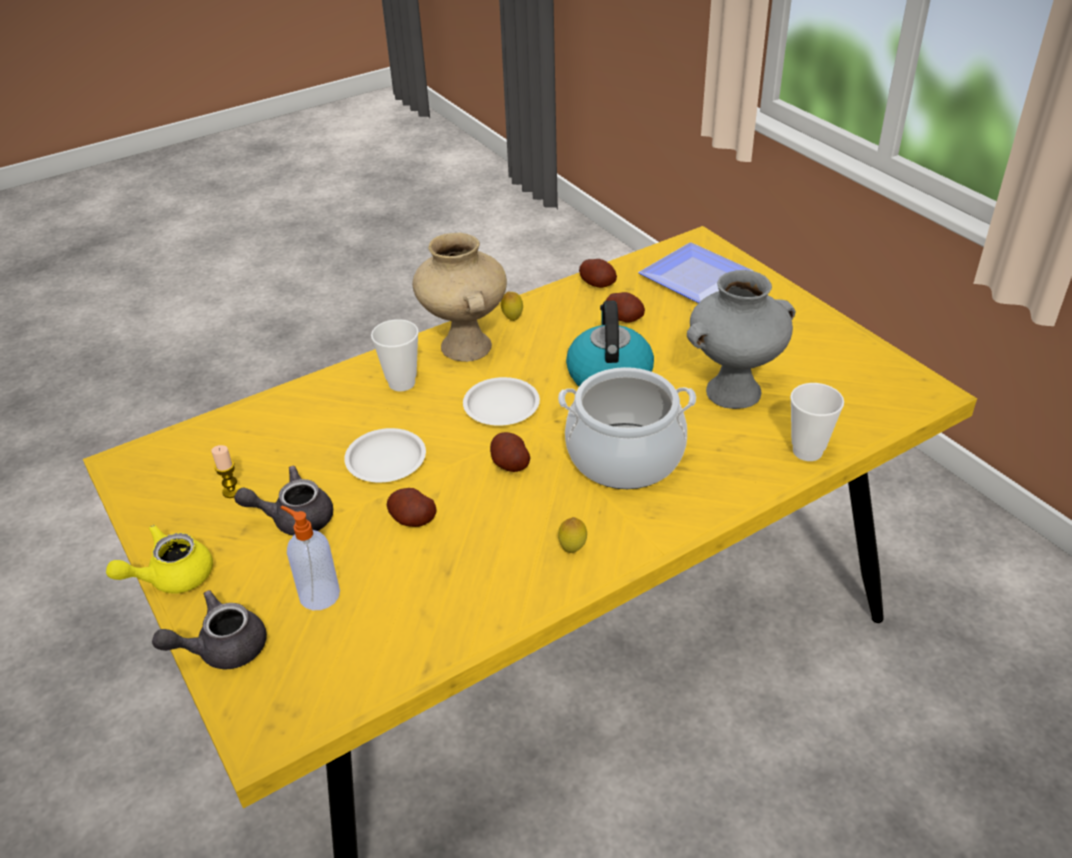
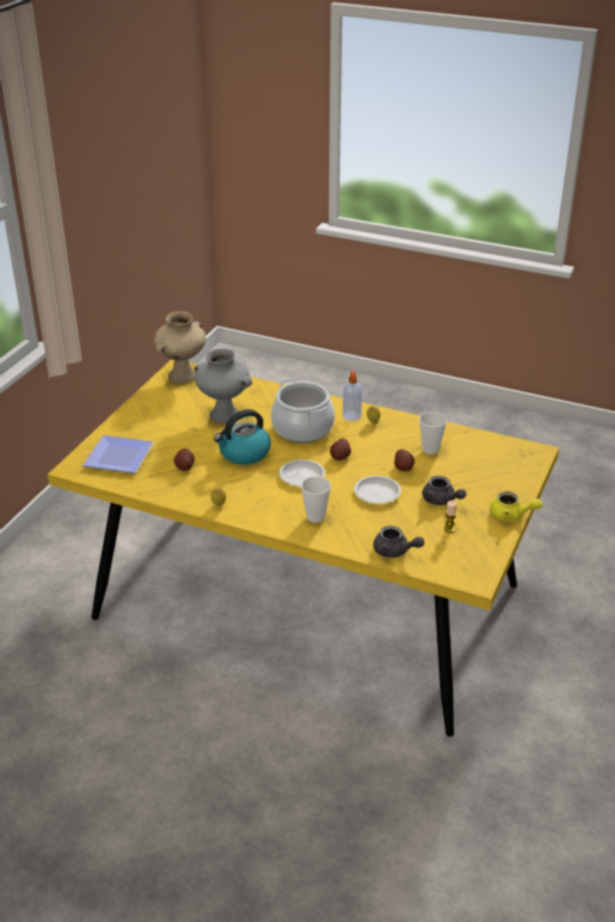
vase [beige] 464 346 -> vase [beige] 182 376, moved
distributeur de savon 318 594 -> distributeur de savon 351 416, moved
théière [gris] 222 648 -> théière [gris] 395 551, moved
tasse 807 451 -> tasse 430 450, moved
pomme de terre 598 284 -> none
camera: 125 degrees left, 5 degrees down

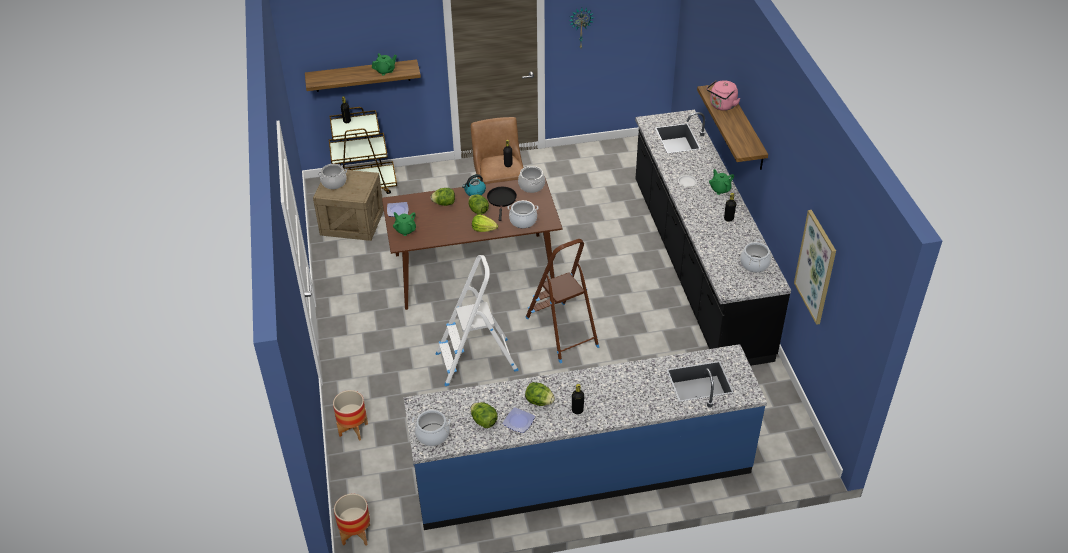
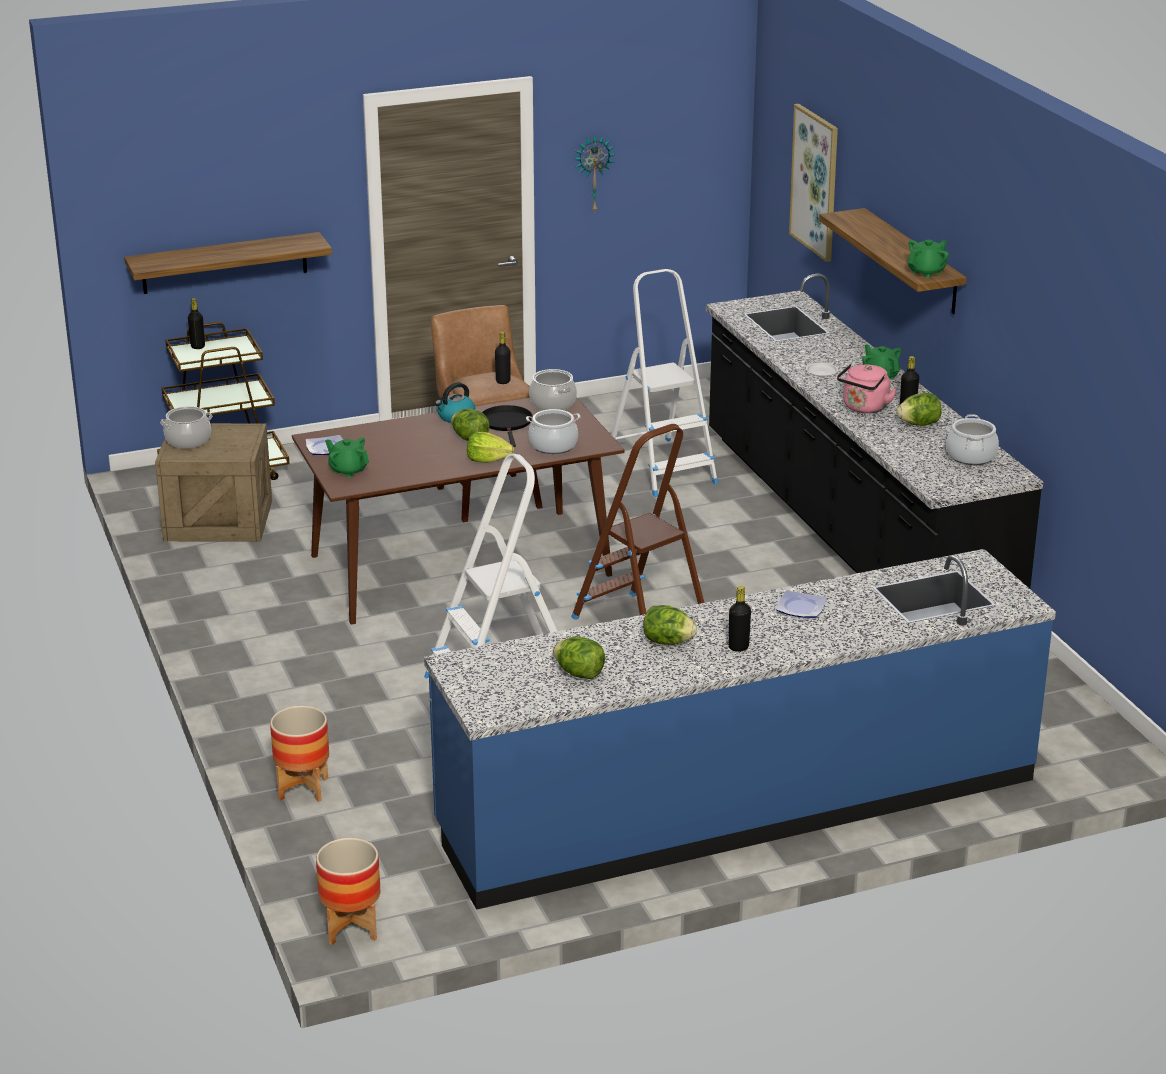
none -> escabeau [blanc] 662 467
assiette 518 422 -> assiette 800 608, moved
tableau 816 267 -> tableau 815 182, moved
bouilloire [rose] 722 106 -> bouilloire [rose] 864 408, moved
laitue 444 203 -> laitue 919 424, moved
théière [vert] 385 71 -> théière [vert] 926 272, moved
marmite 432 435 -> none
camera: 10 degrees left, 15 degrees down

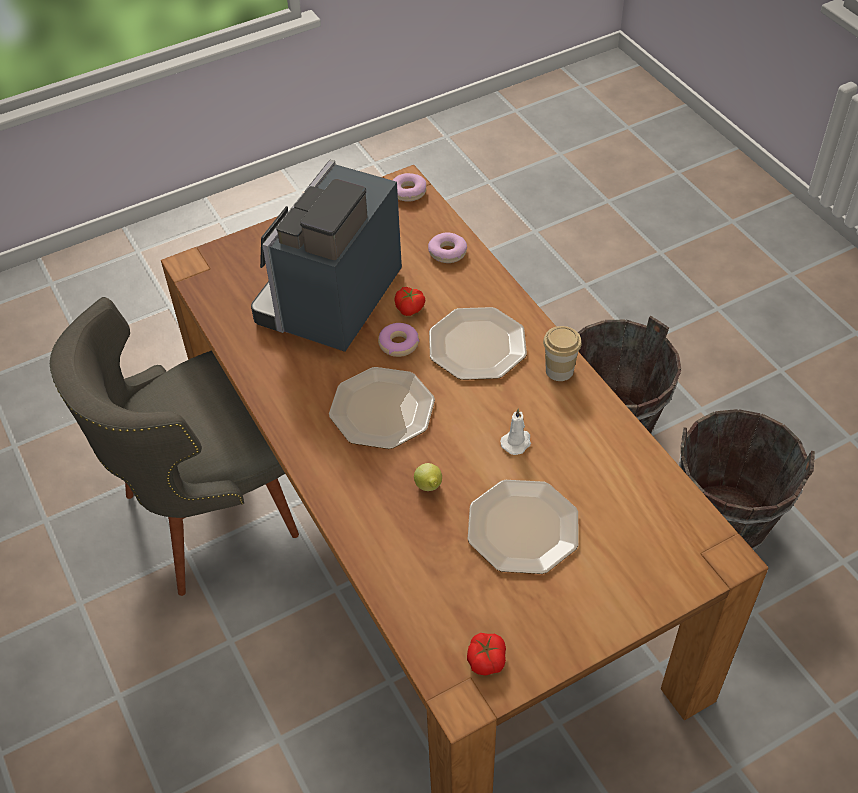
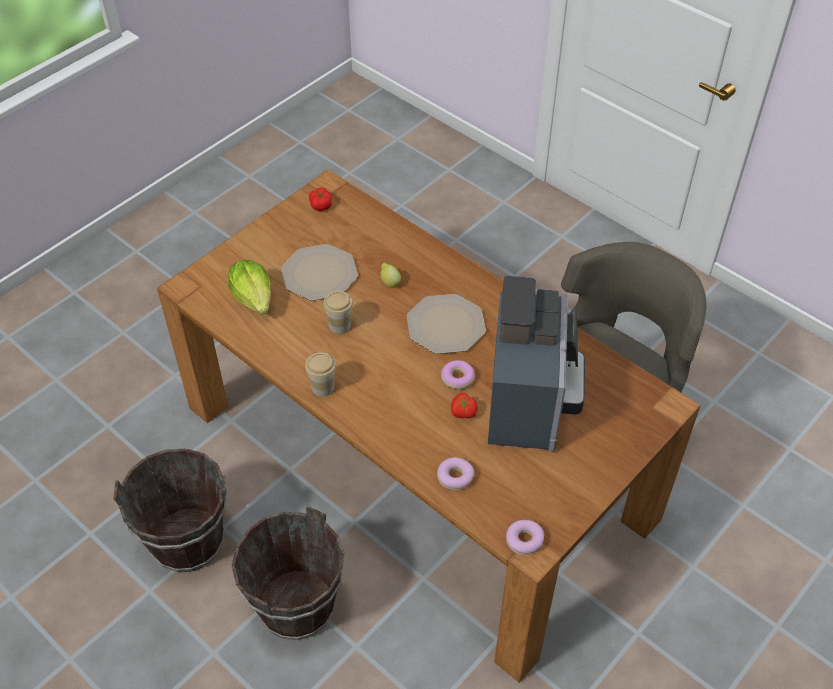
none -> laitue 254 298
bougie [blanc] 517 442 -> tasse 339 325
assiette 478 345 -> none
camera: 160 degrees right, 0 degrees up

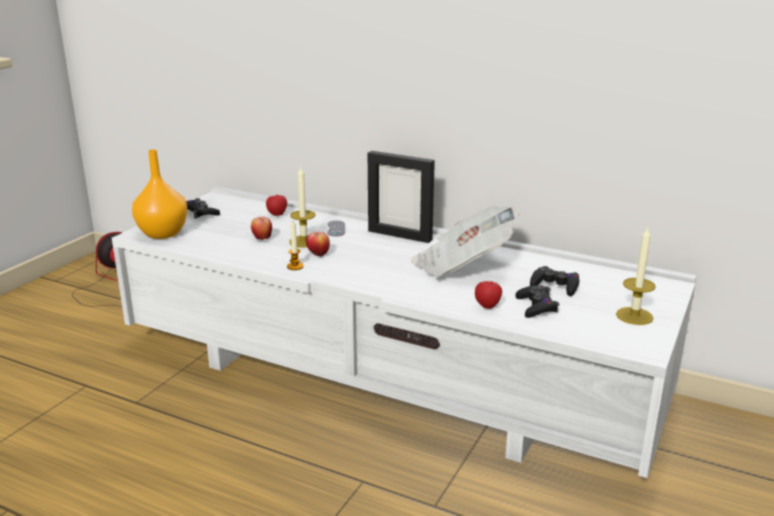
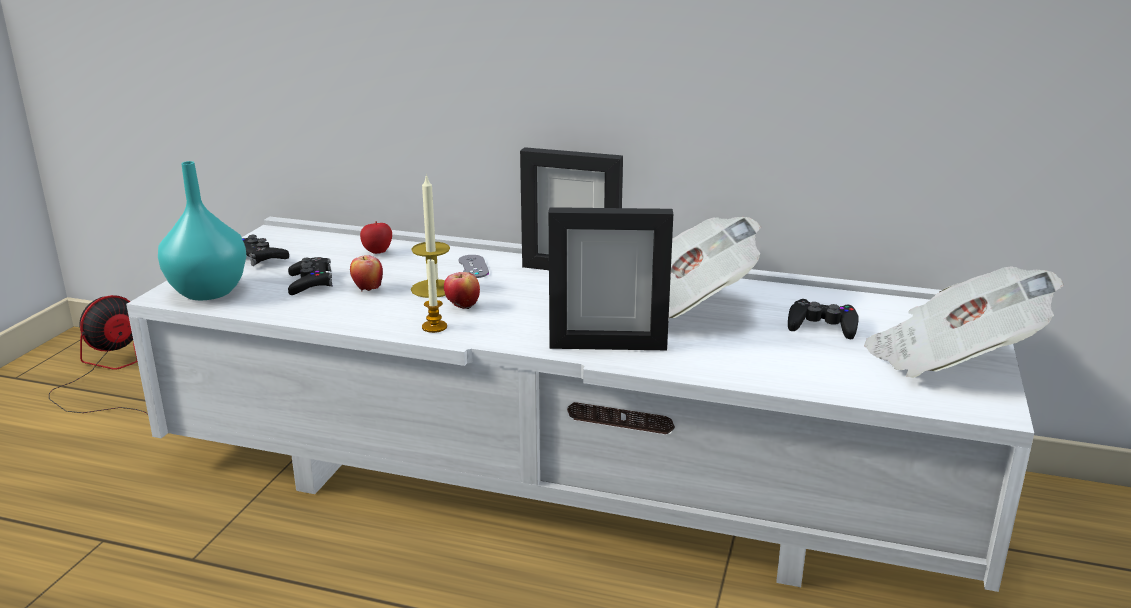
vase [orange] 163 234 -> vase [turquoise] 210 292
manette [noir] 536 306 -> manette [noir] 310 282, moved
none -> cadre photo 608 345
bougie 634 316 -> journal 951 360
pomme 487 306 -> none
camera: 10 degrees left, 0 degrees up

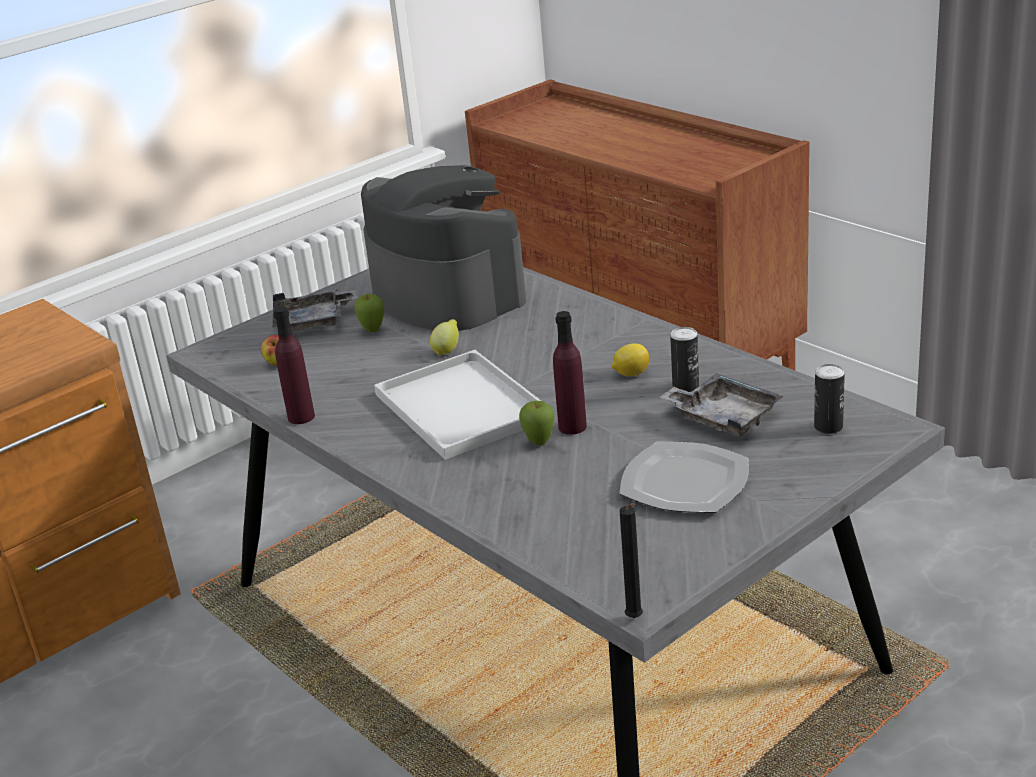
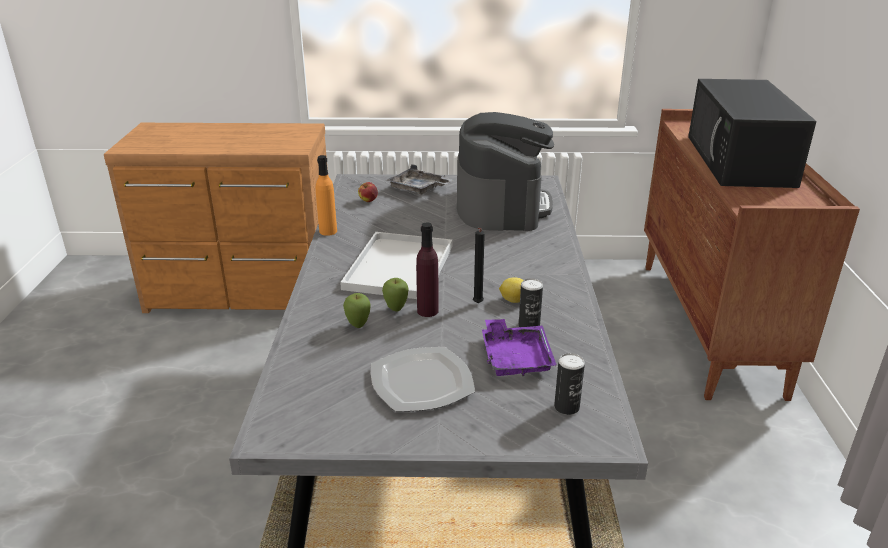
bouteille [violet] 301 417 -> bouteille [orange] 328 231
pomme 372 330 -> pomme 358 325, moved
bougie [noir] 635 619 -> bougie [noir] 477 304, moved
plateau [gris] 723 417 -> plateau [violet] 515 358
none -> micro-ondes [noir] 740 161
citron 447 350 -> none
camera: 40 degrees right, 0 degrees up

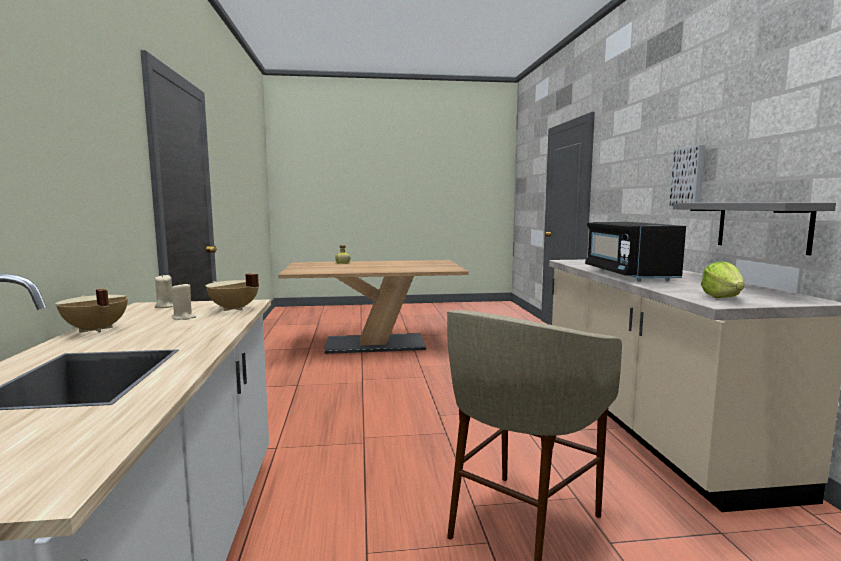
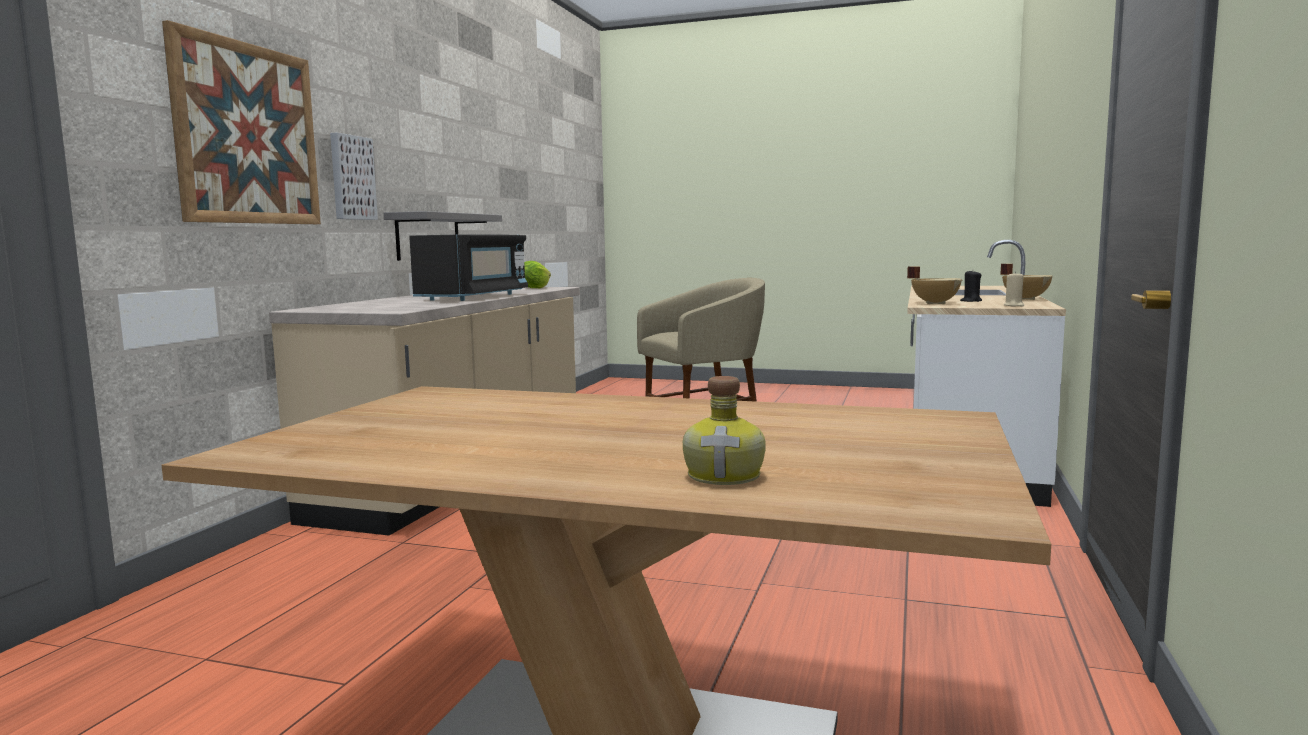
none -> tableau 247 134
bougie [beige] 183 317 -> bougie [noir] 971 301
camera: 155 degrees left, 0 degrees up

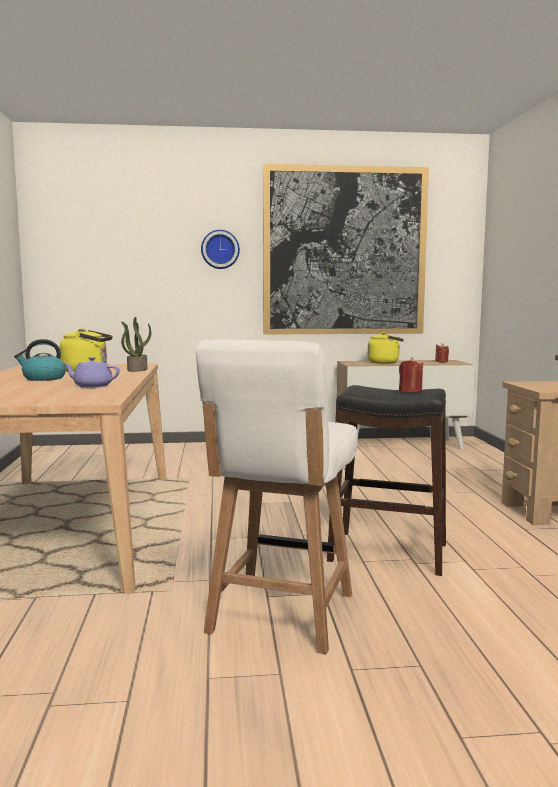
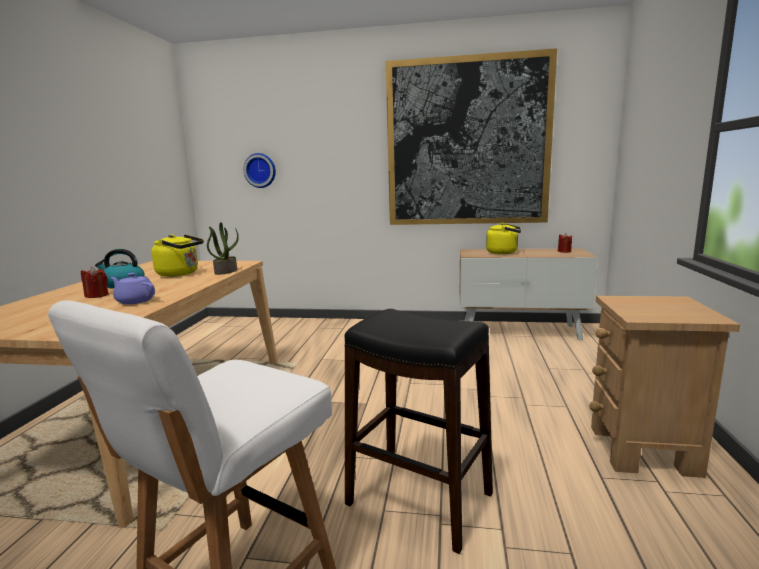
bougie [rouge] 410 391 -> bougie [rouge] 97 295, moved
horloge murale 220 249 -> horloge murale 260 170, moved
camera: 15 degrees right, 5 degrees up

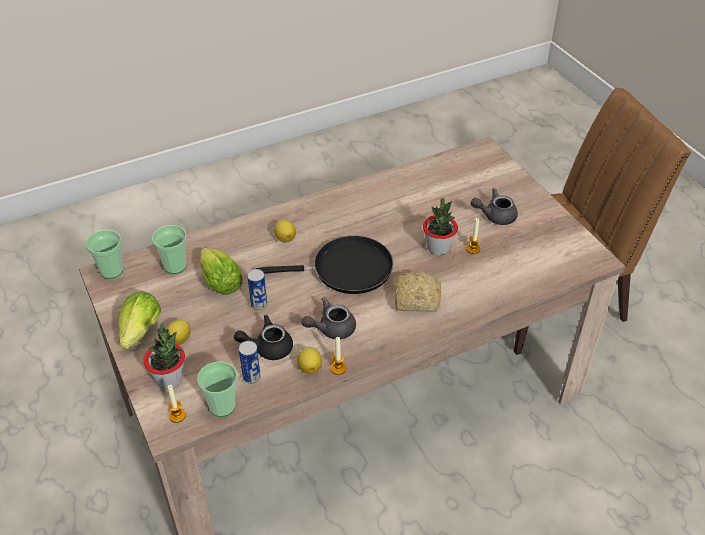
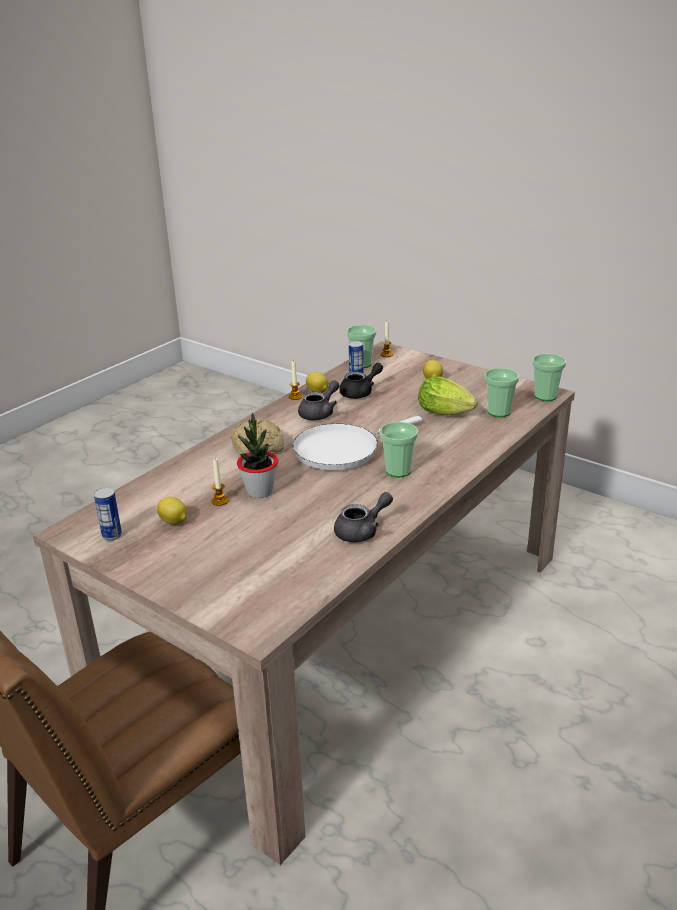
boîte métallique 259 304 -> boîte métallique 112 535, moved
citron 285 238 -> citron 174 522, moved
poêle [noir] 346 270 -> poêle [blanc] 341 450
théière [gris] 495 216 -> théière [gris] 362 531, moved
none -> tasse 398 471
laitue 139 334 -> none
plante en pot 169 379 -> none
camera: 155 degrees right, 15 degrees down

